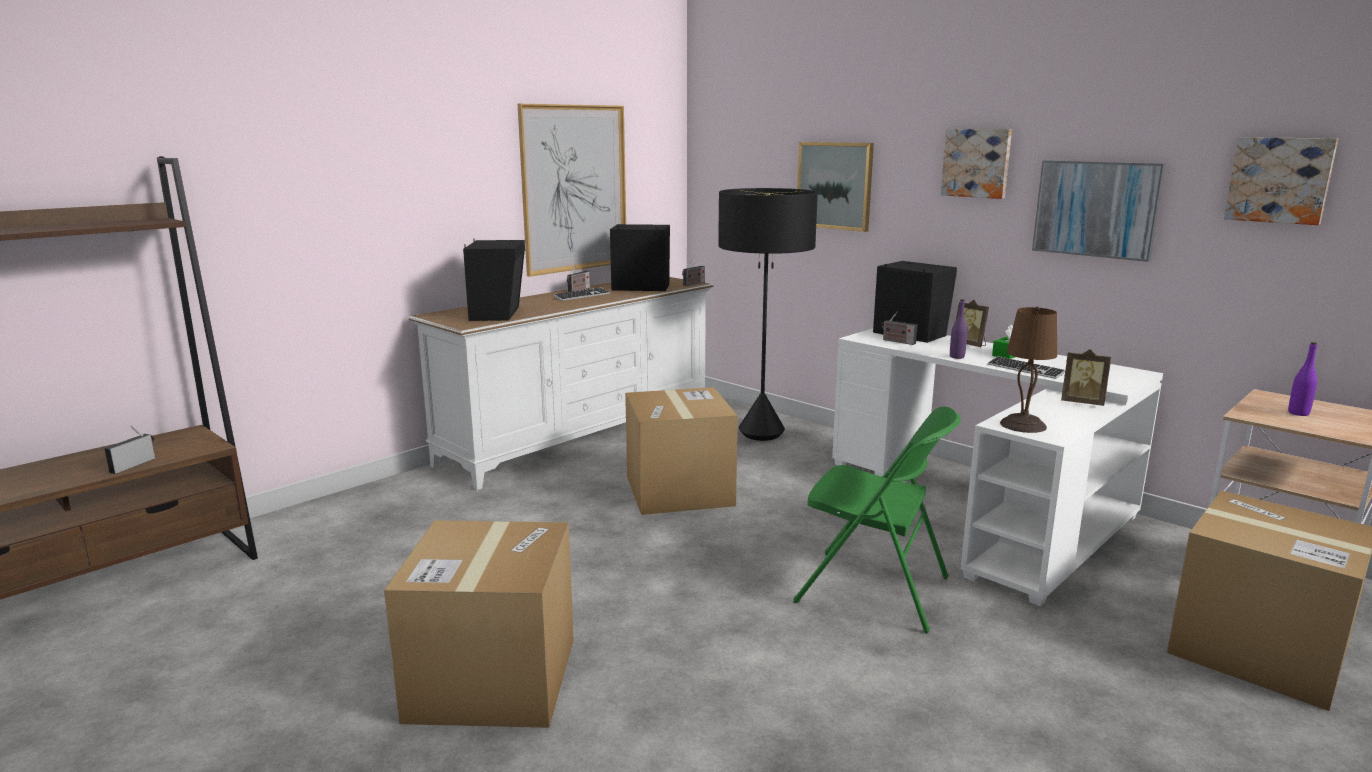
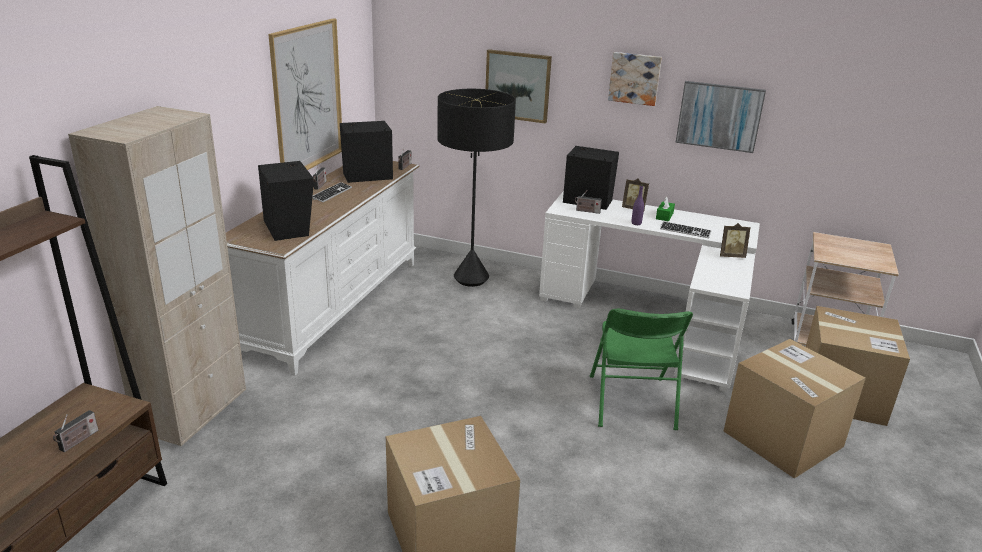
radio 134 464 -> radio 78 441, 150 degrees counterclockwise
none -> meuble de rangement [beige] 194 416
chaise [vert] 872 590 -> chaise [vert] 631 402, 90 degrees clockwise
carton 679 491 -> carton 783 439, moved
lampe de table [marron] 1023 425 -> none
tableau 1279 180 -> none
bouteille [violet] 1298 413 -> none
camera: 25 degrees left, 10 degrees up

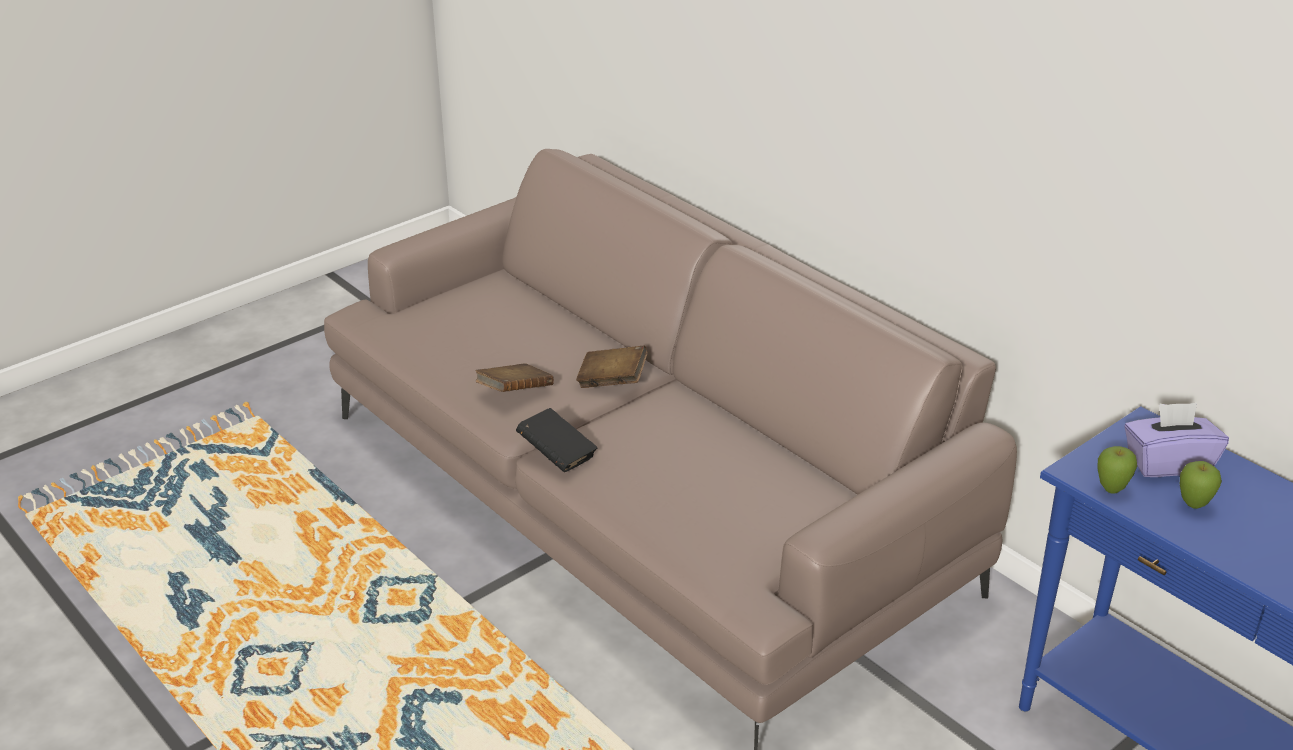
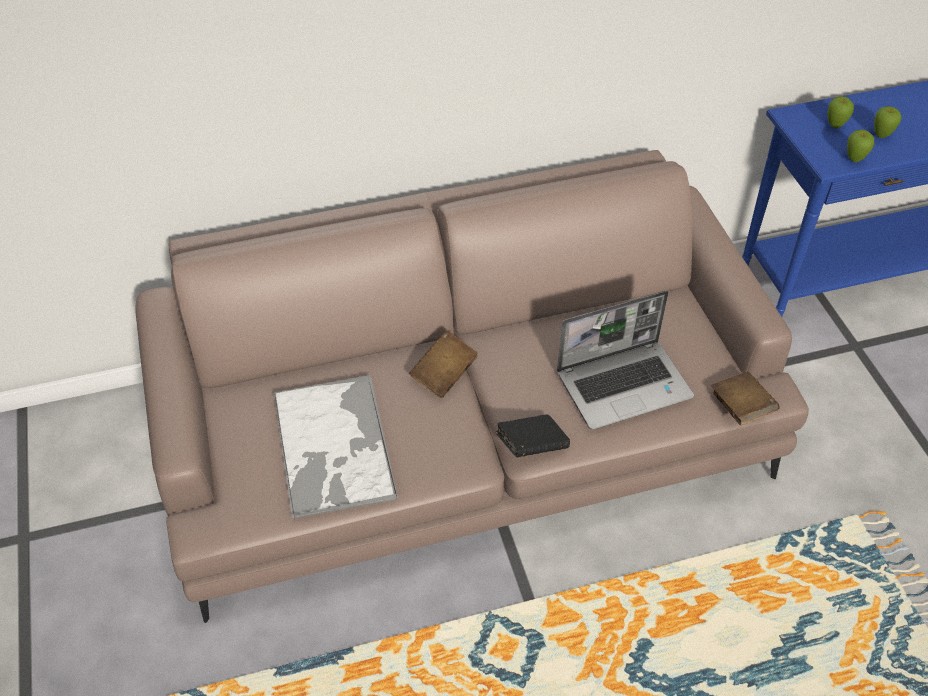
none -> plateau 334 447
none -> ordinateur portable 625 384
livre [marron] 515 393 -> livre [marron] 741 408, moved
boîte à mouchoirs [violet] 1168 463 -> pomme 834 126
camera: 65 degrees left, 15 degrees up

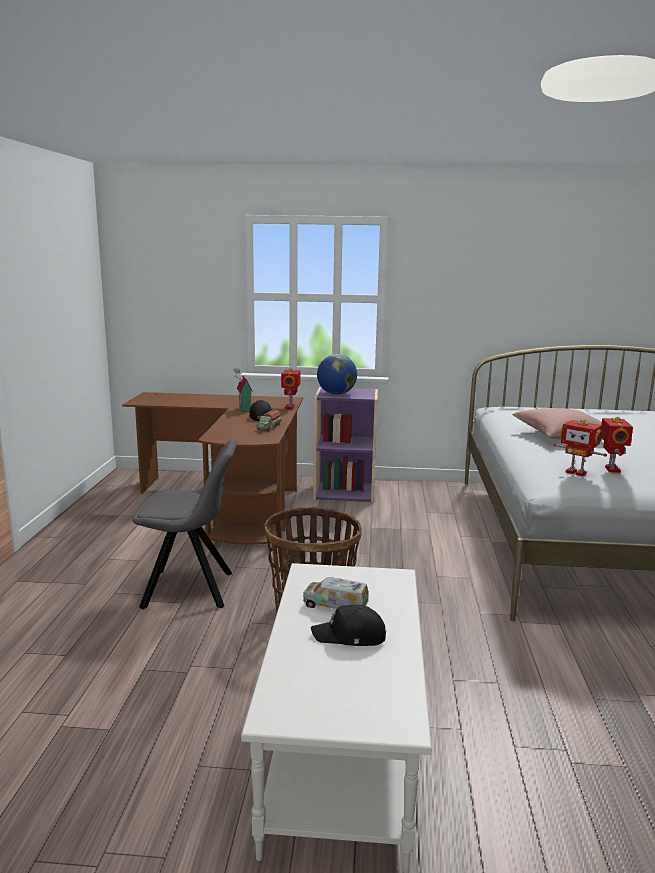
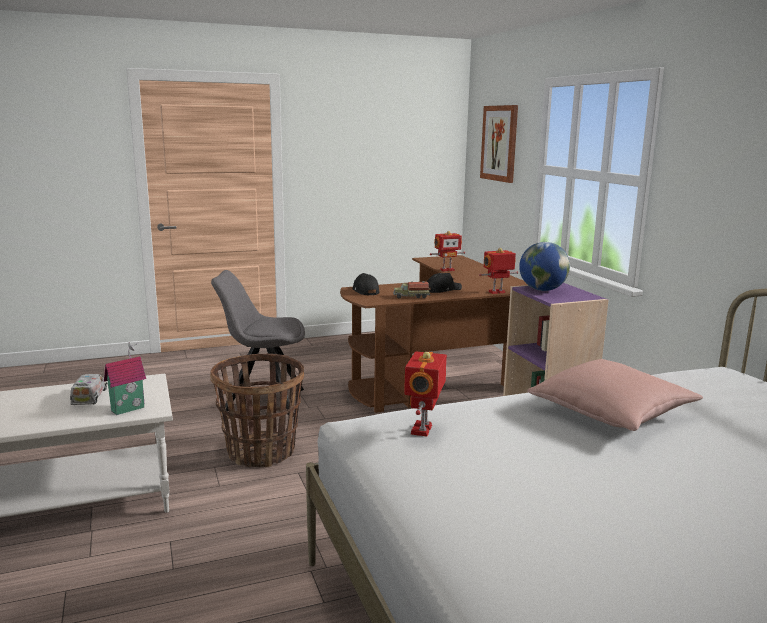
maison miniature 243 409 -> maison miniature 127 408, moved
chaise [gris] 189 589 -> chaise [gris] 263 400, 120 degrees clockwise
casquette [noir] 350 636 -> casquette [noir] 364 291, moved
robot jouet 611 469 -> robot jouet 447 270, moved
none -> tableau 499 143
camera: 65 degrees right, 0 degrees up

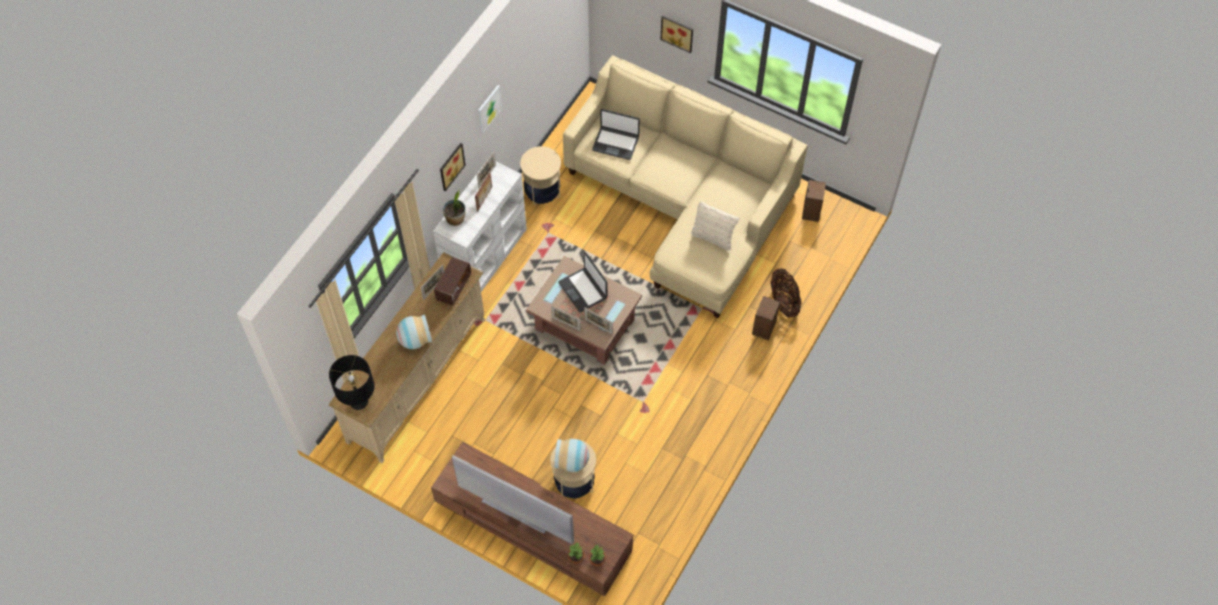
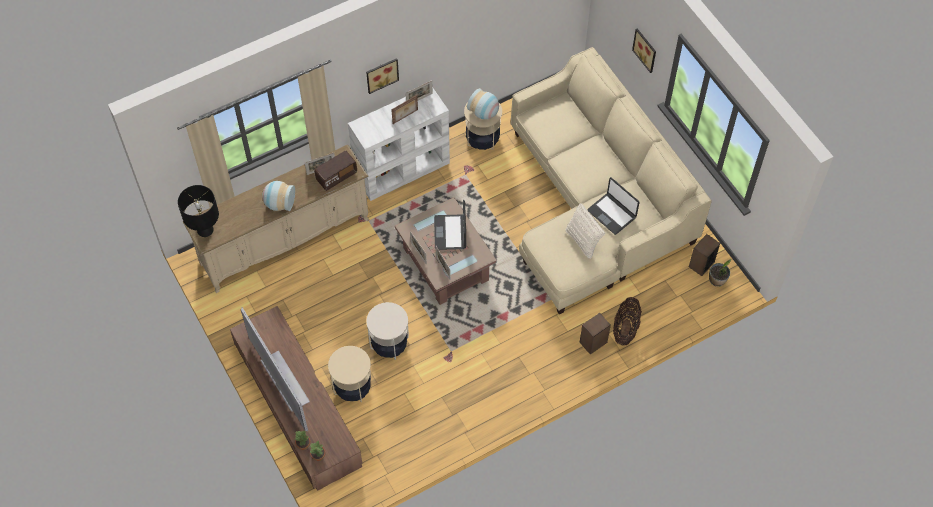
none -> table d'appoint [beige] 389 344
vase 572 461 -> vase 484 113, moved
ordinateur portable 615 143 -> ordinateur portable 612 214, moved
plante en pot 455 219 -> plante en pot 717 280, moved
tableau 489 108 -> none
camera: 30 degrees right, 0 degrees up

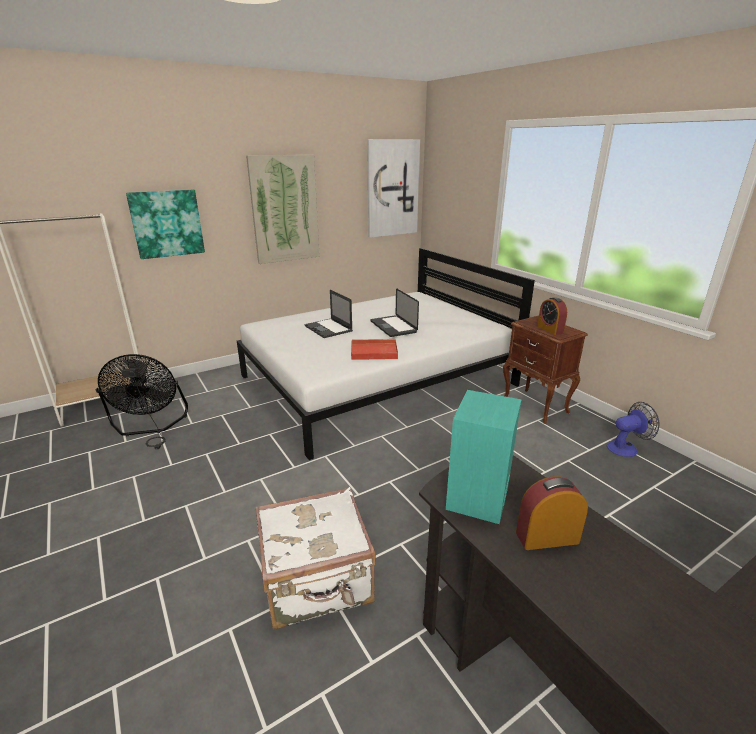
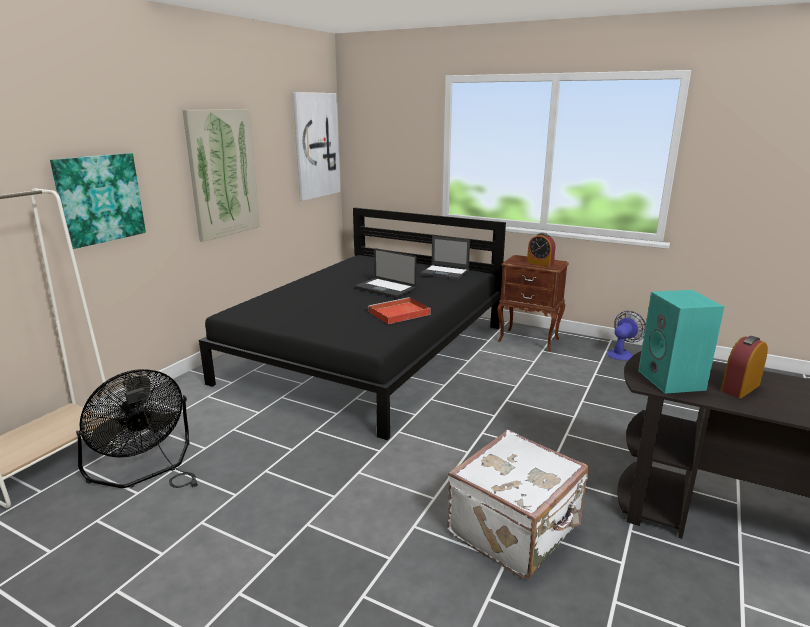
lit [blanc] 378 380 -> lit [noir] 369 353
ordinateur portable 328 328 -> ordinateur portable 445 272, moved
camera: 30 degrees left, 5 degrees down

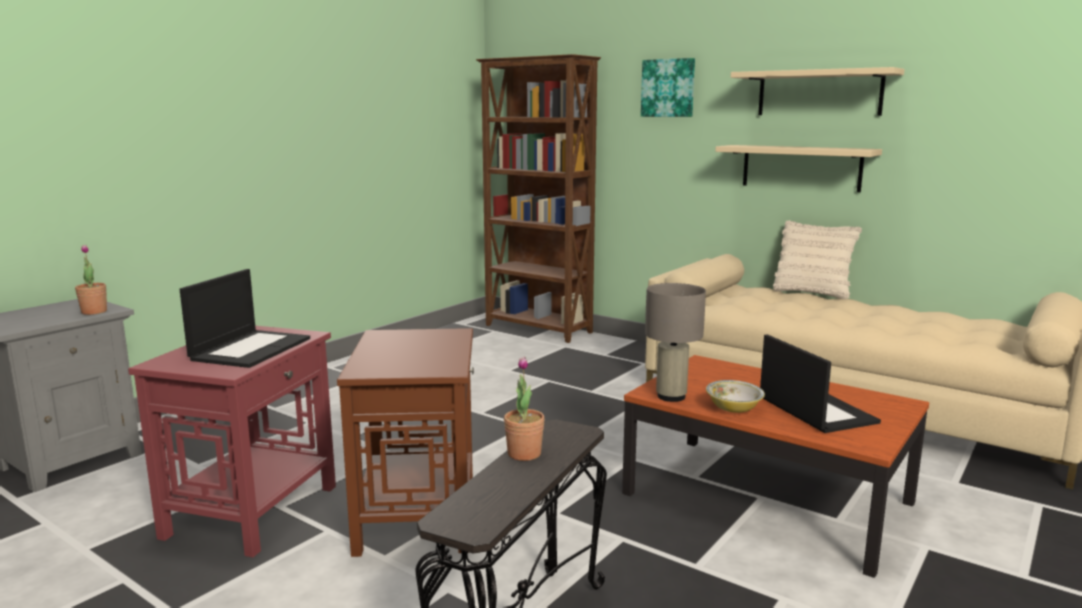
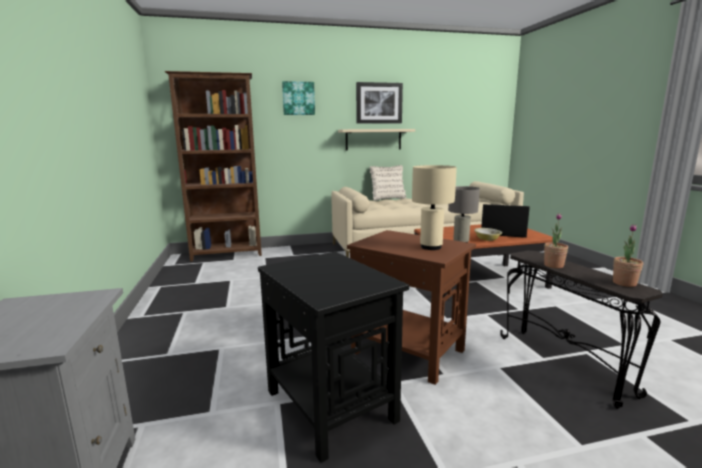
table d'appoint [rouge] 253 511 -> table d'appoint [noir] 331 405
étagère [beige] 819 93 -> tableau 379 103
none -> lampe de table [beige] 431 247
plante en pot 94 312 -> plante en pot 624 283, moved
ordinateur portable 251 349 -> none
camera: 50 degrees left, 0 degrees up

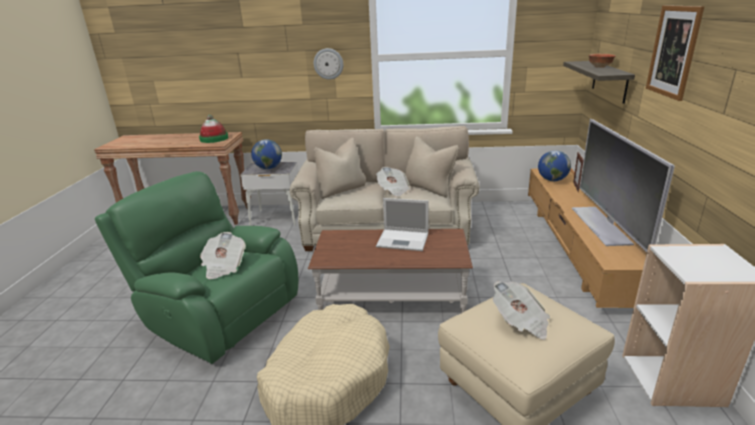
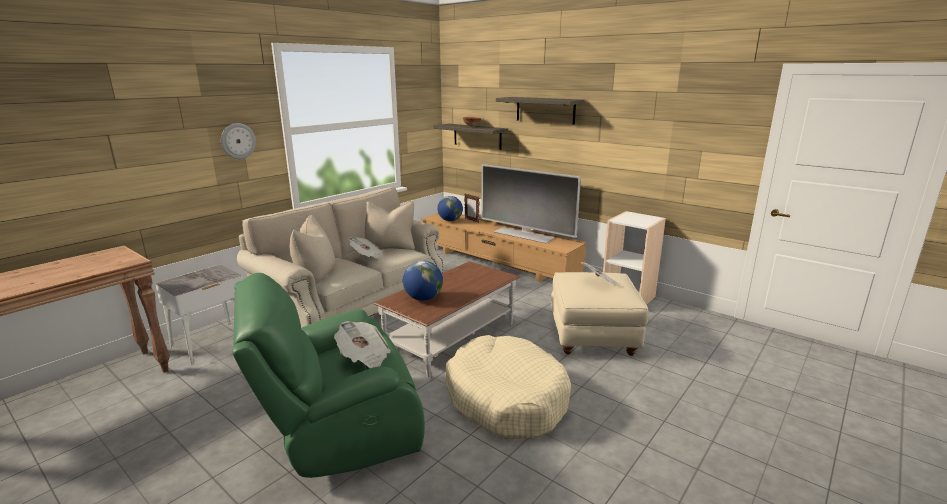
globe 268 168 -> globe 423 298, moved
tableau 673 51 -> étagère 545 110
chapeau 214 138 -> none
ordinateur portable 404 240 -> none
camera: 55 degrees left, 5 degrees down

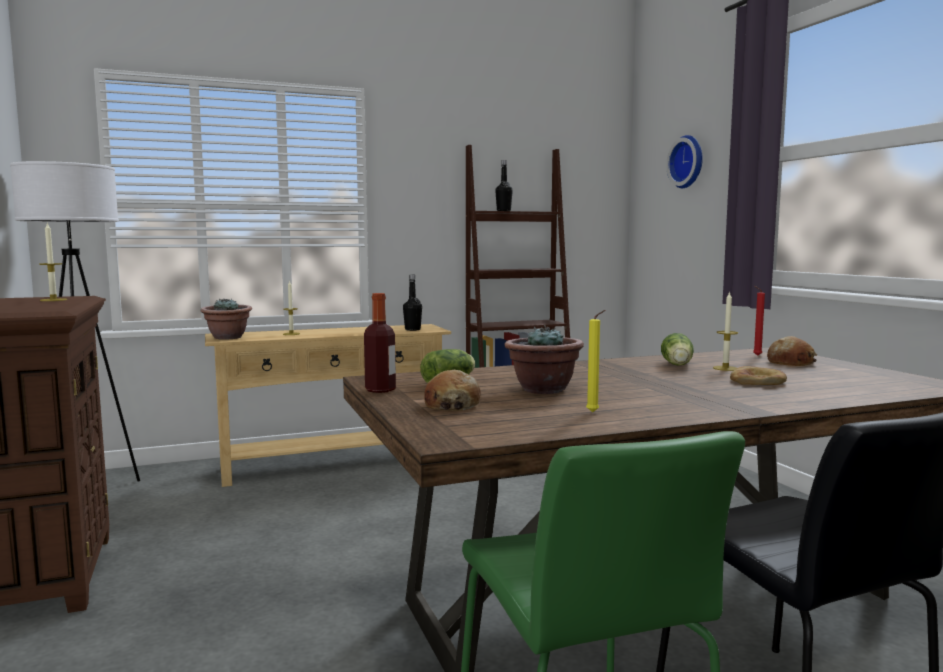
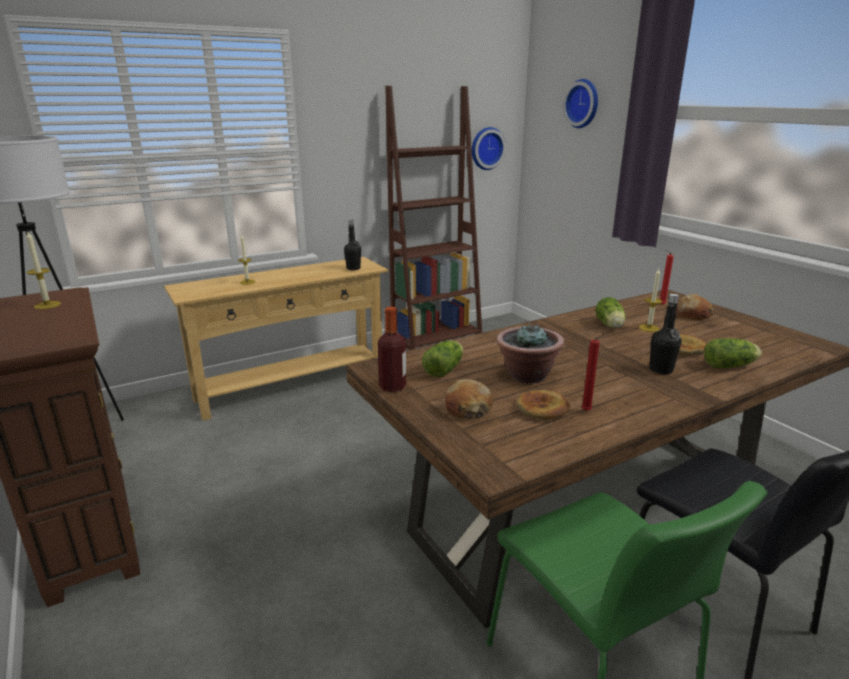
none -> horloge murale 486 148
none -> pain 542 409
bougie [jaune] 594 412 -> bougie [rouge] 588 411
bouteille [noir] 503 211 -> bouteille [noir] 661 370, moved
none -> laitue 731 366
plante en pot 228 337 -> none
camera: 10 degrees left, 15 degrees up

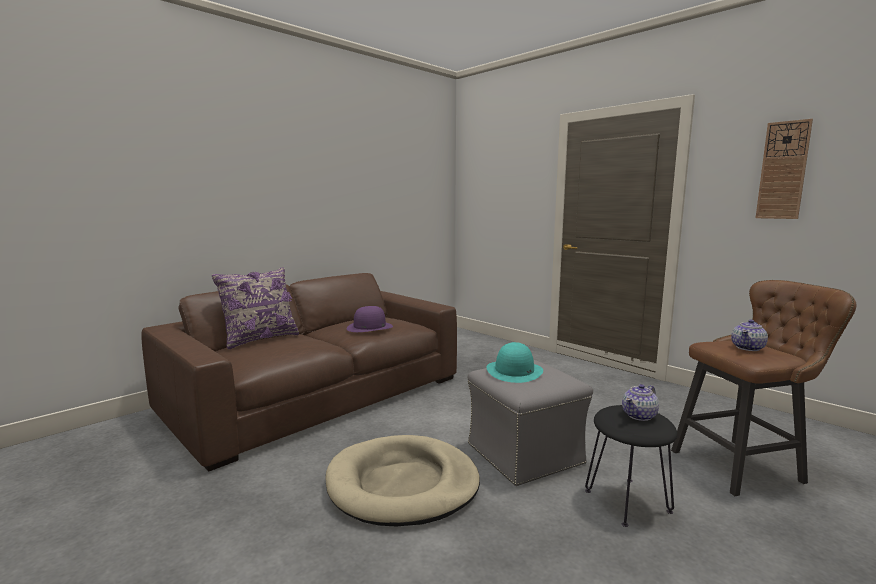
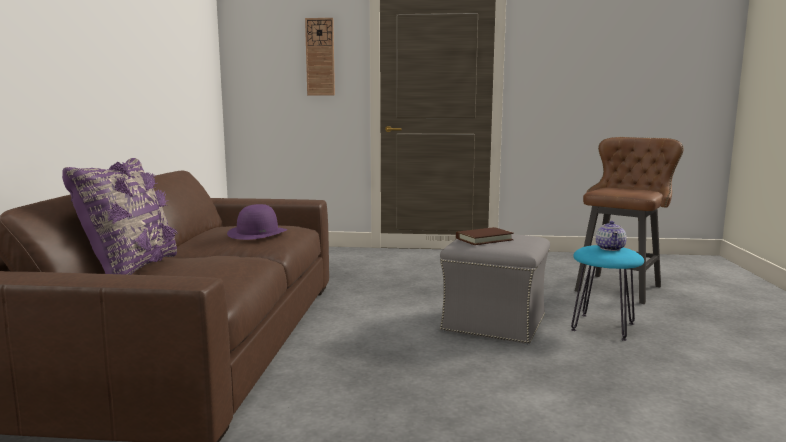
horloge murale 783 170 -> horloge murale 320 57, moved
chapeau [turquoise] 514 371 -> livre [marron] 484 239
tabouret [noir] 627 501 -> tabouret [turquoise] 603 327
panier pour chien [beige] 403 484 -> none
théière 748 348 -> none
camera: 40 degrees left, 0 degrees up

